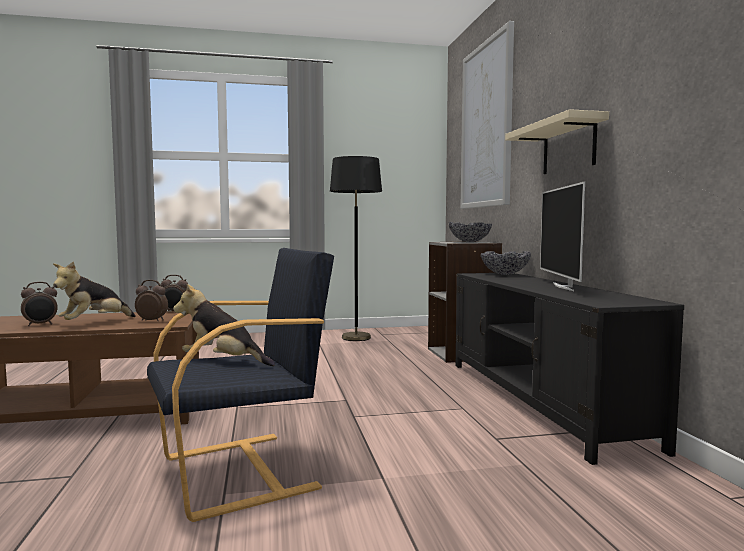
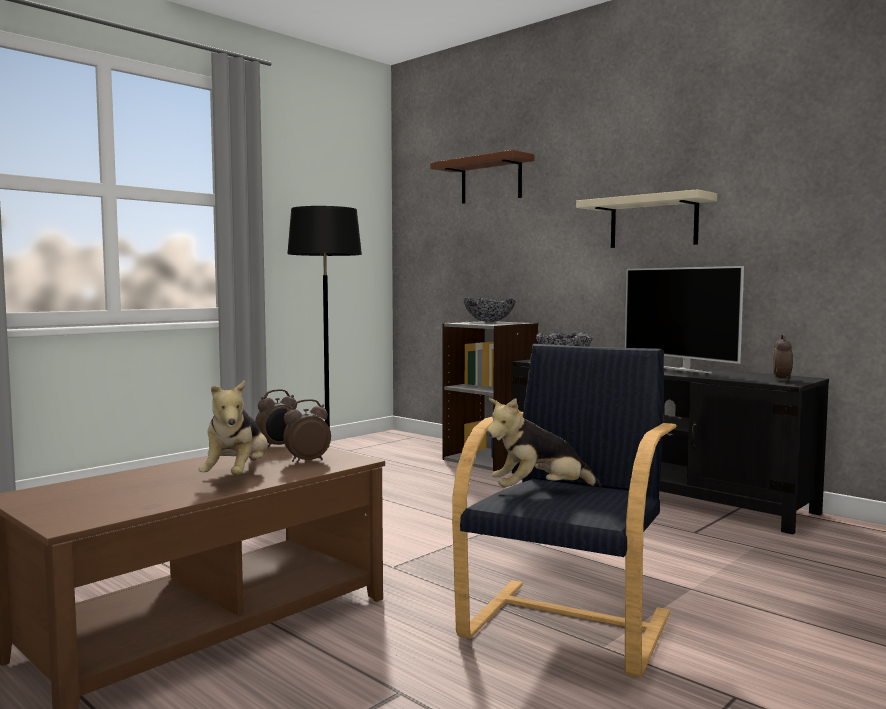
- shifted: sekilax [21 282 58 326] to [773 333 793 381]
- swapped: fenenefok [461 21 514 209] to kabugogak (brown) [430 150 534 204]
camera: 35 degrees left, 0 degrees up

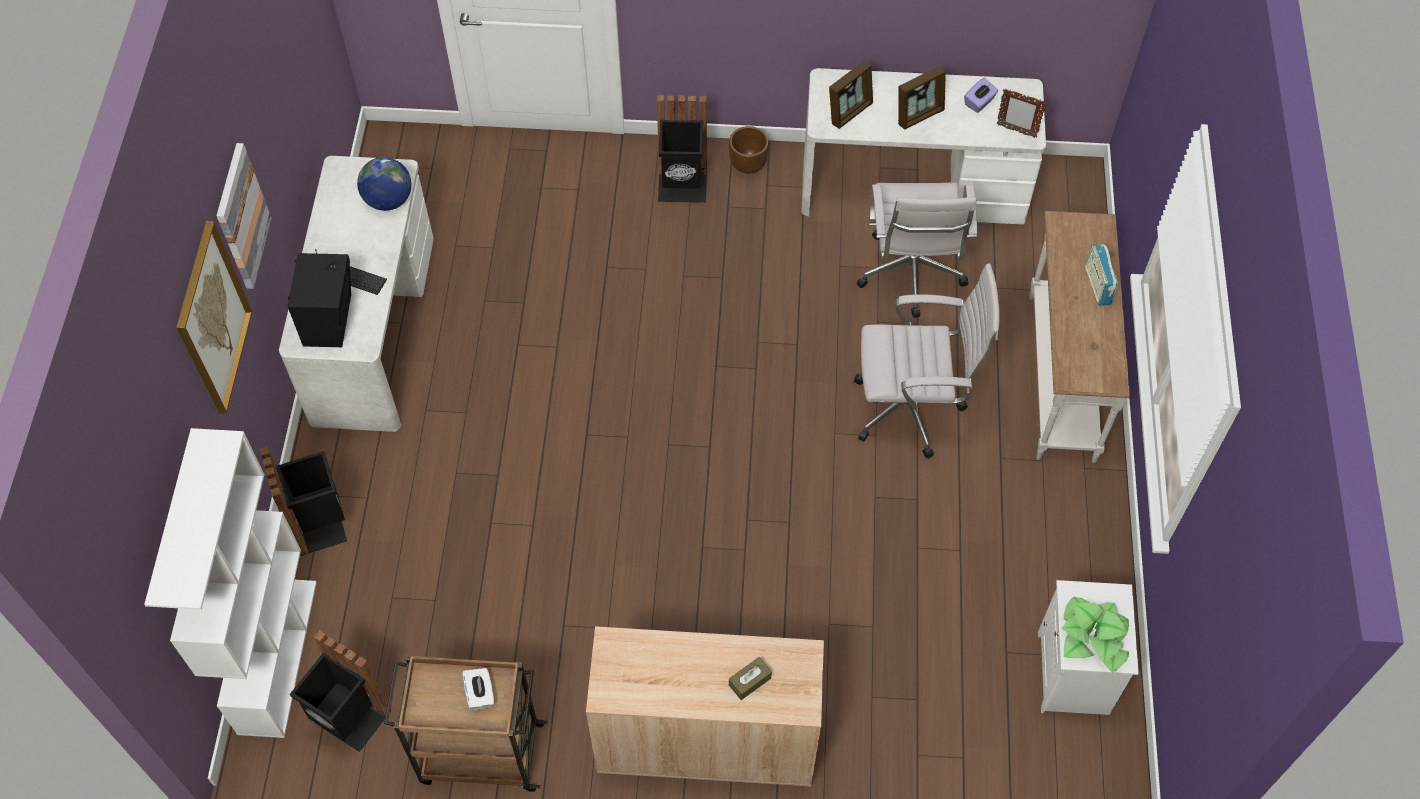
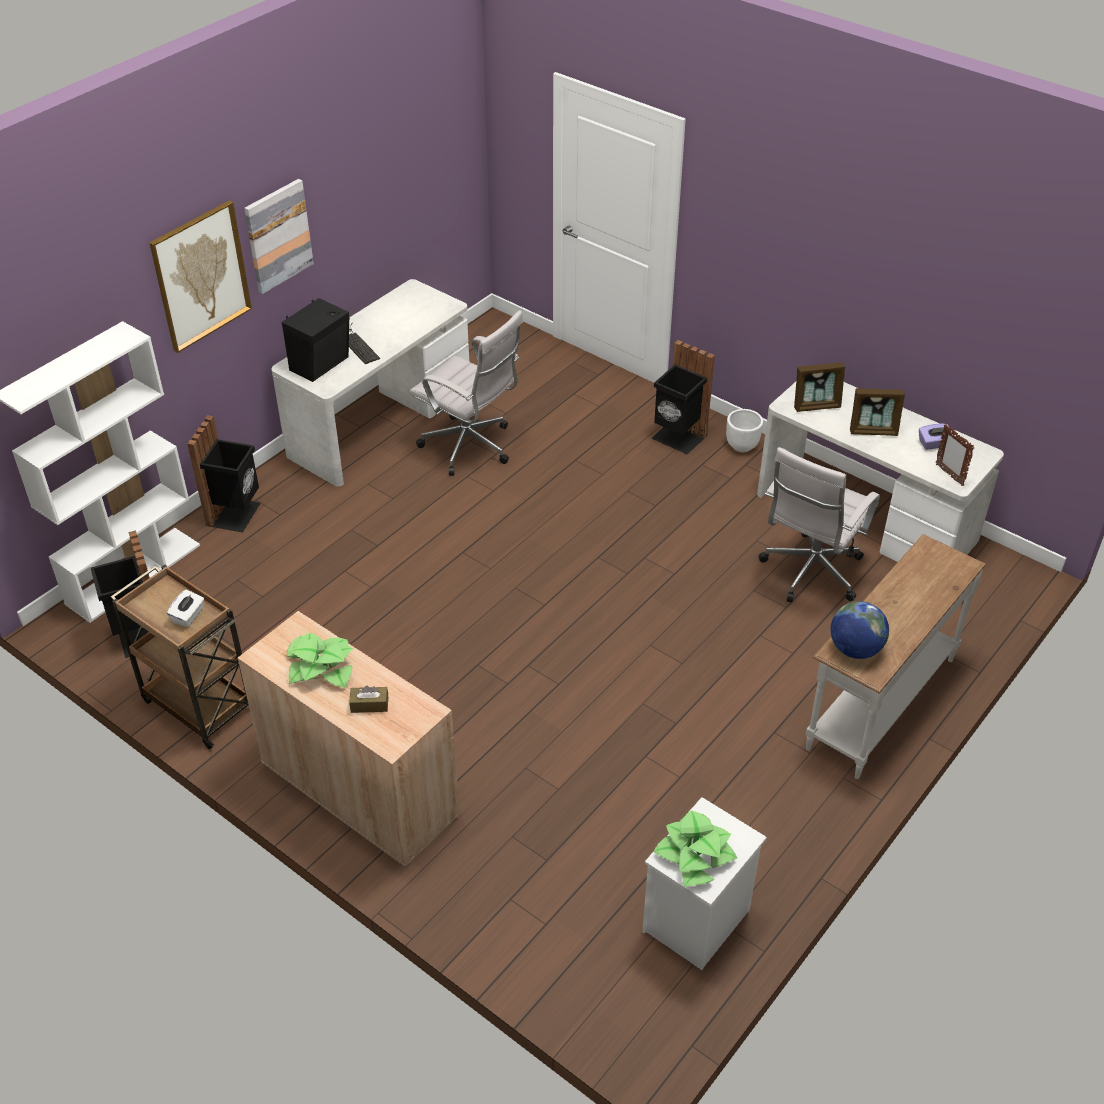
- gone: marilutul [1085 244 1118 306]
- new: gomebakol [287 633 353 688]
- shifted: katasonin [357 157 411 211] to [830 601 889 659]
- shifted: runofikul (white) [854 264 1000 459] to [410 310 523 476]
- repainted: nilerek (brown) [729 126 769 174] to nilerek (white) [726 409 763 452]
camera: 35 degrees right, 15 degrees down

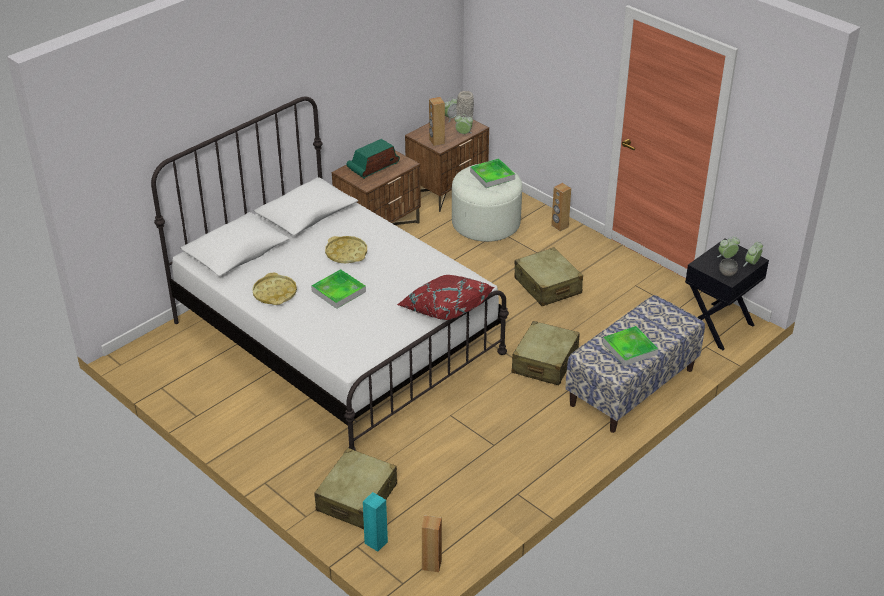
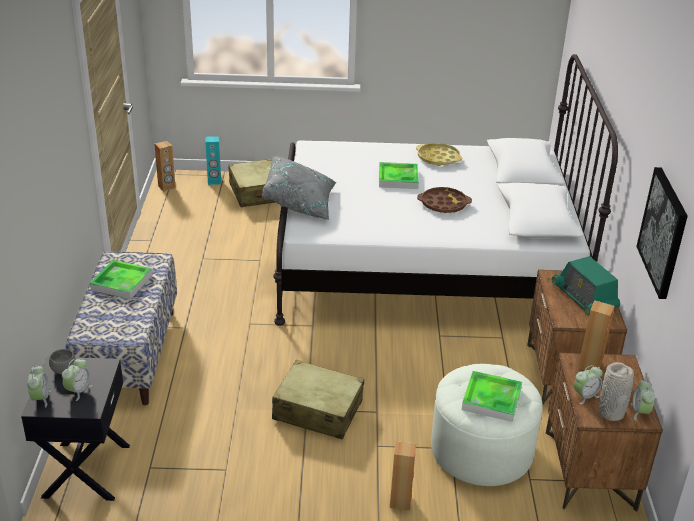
- gone: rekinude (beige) [512 321 580 385]
- new: fenenefok [636 167 688 299]
- repainted: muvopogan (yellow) [325 236 367 263] to muvopogan (brown) [417 187 472 213]
- repainted: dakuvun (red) [397 275 495 320] to dakuvun (grey) [262 156 336 220]
- rotated: marilutul [347 139 400 179] = [552 256 620 315] 150 degrees clockwise
camera: 135 degrees right, 5 degrees down

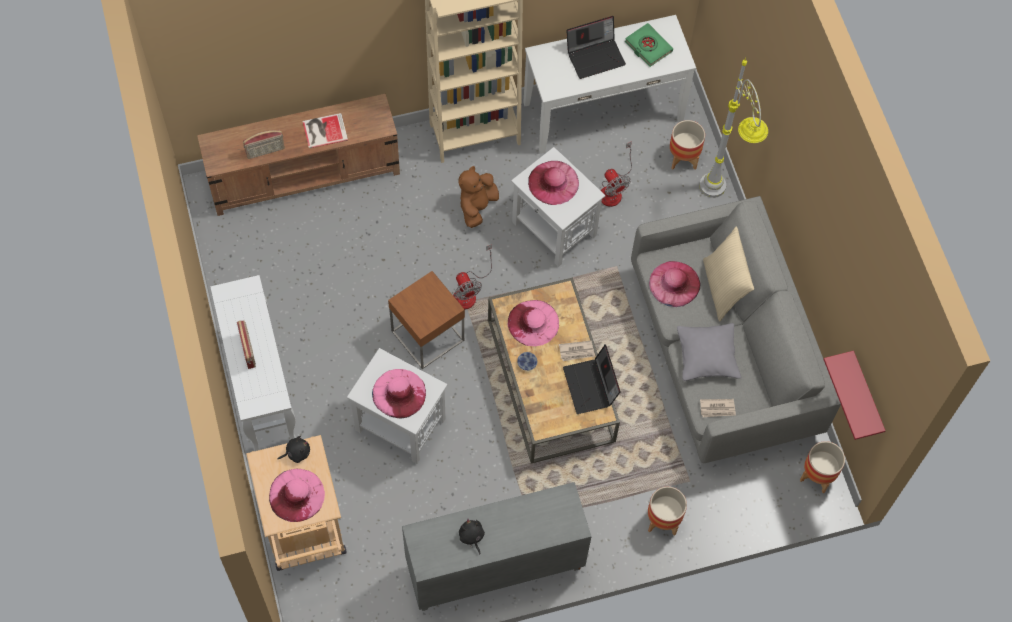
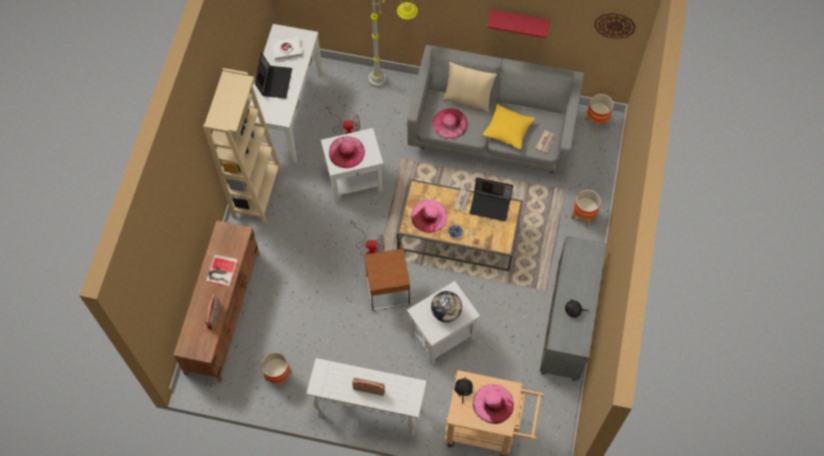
- gone: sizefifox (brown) [458 166 499 228]
- new: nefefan [594 13 636 39]
- shifted: nilerek [670 120 705 169] to [261 352 291 389]
- shifted: kabugogak (red) [823 351 886 440] to [487 9 550 38]
- swapped: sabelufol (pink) [372 369 426 419] to katasonin [431 291 462 322]
- repainted: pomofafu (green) [625 23 673 67] to pomofafu (white) [271 36 302 61]
- repainted: dakuvun (grey) [677 323 741 381] to dakuvun (yellow) [483 104 535 149]
camera: 60 degrees left, 0 degrees up

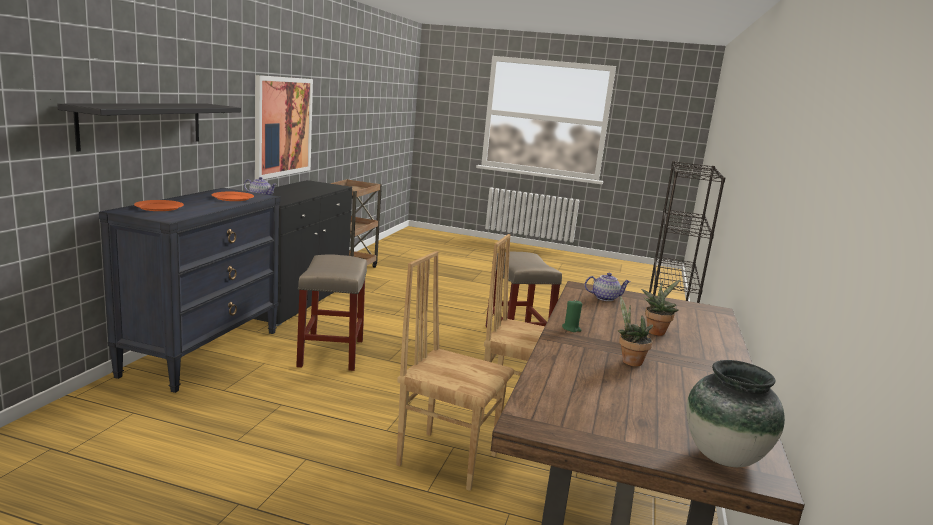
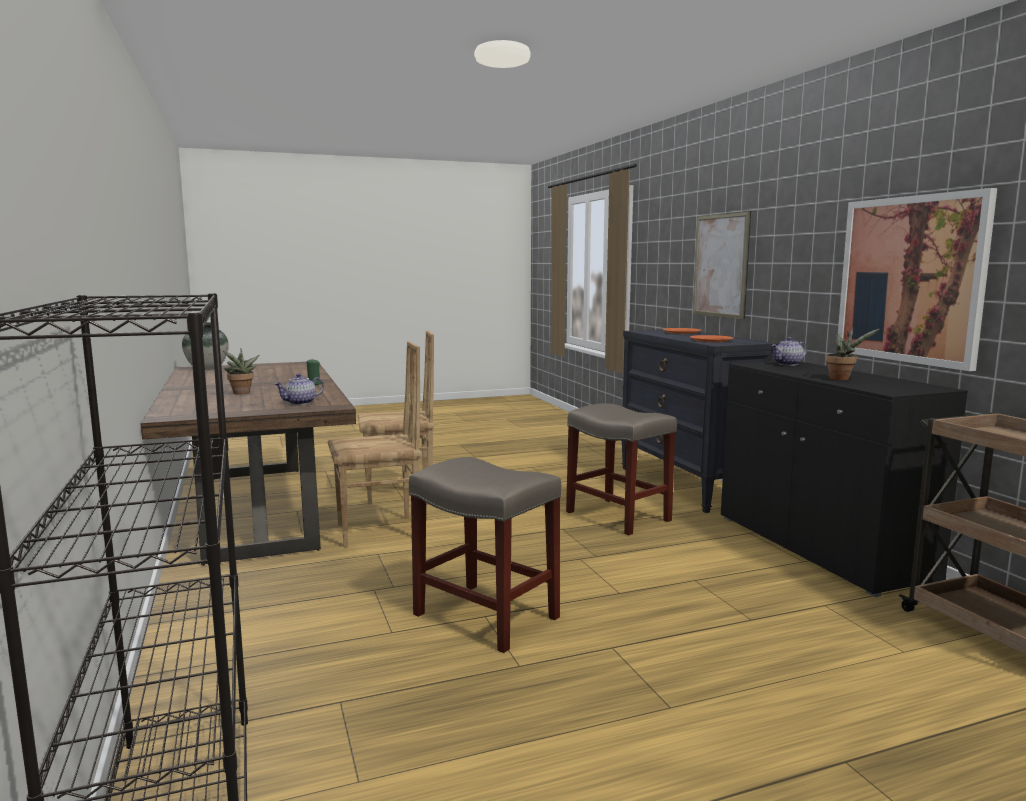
- shifted: gomebakol [617 295 653 367] to [826 327 879 380]
- swapped: kabugogak (black) [57 104 241 152] to fenenefok [693 211 751 319]
camera: 145 degrees right, 5 degrees down

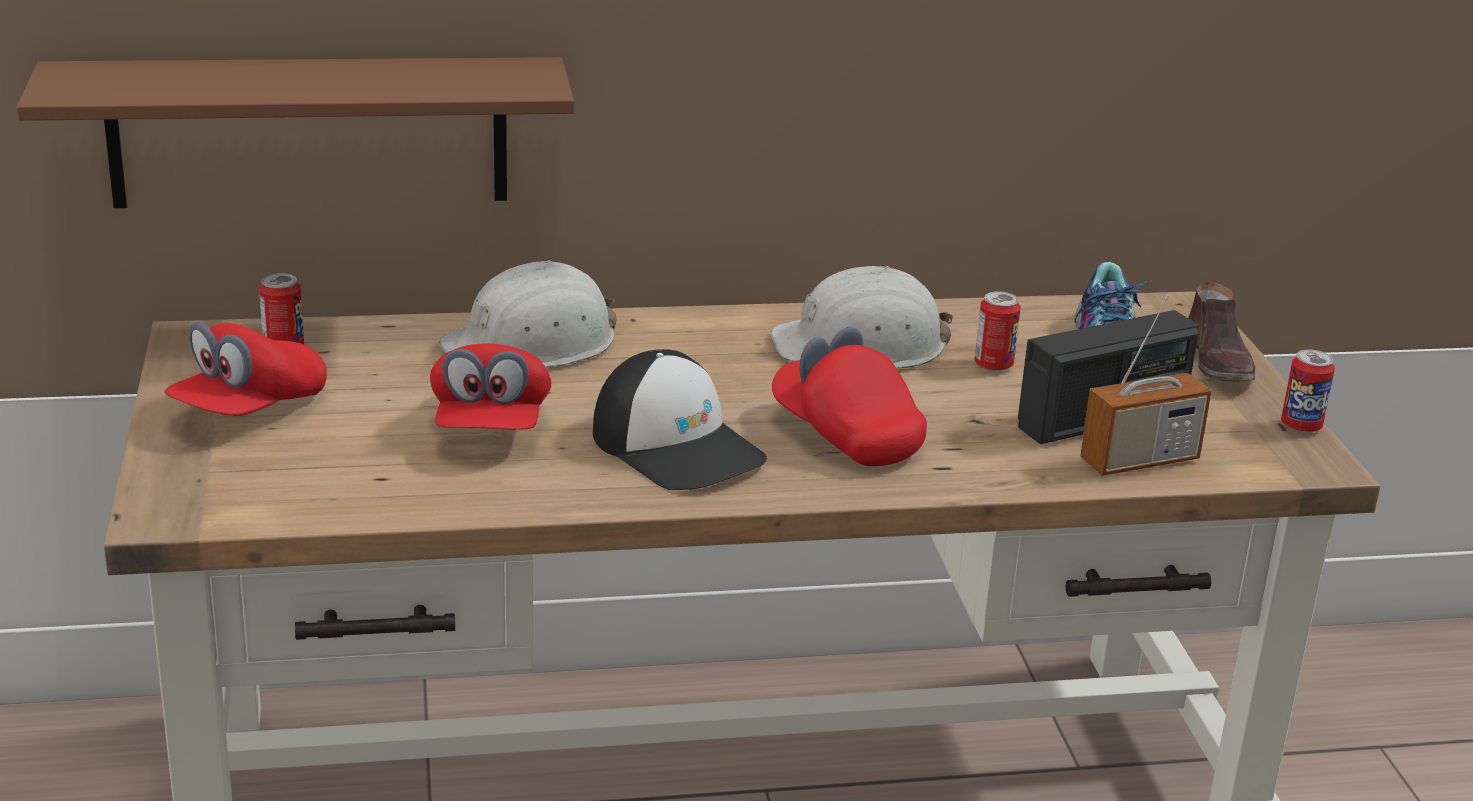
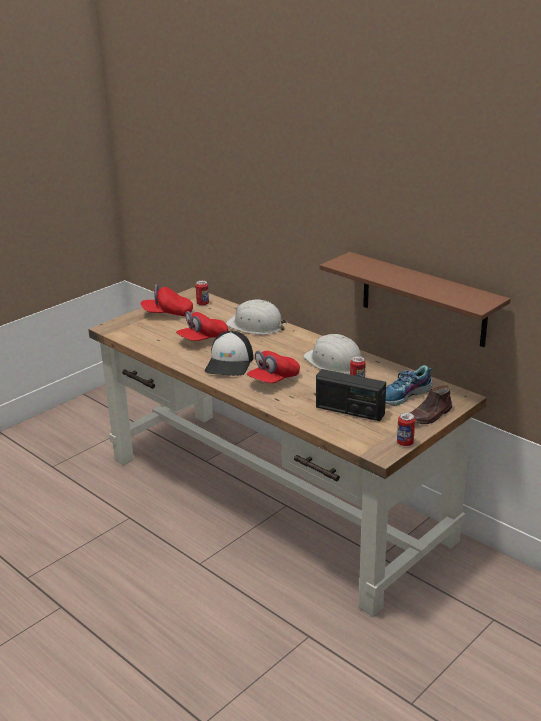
- gone: marilutul [1080 295 1212 476]
- shifted: kabugogak (brown) [17 57 574 208] to [320 252 510 347]
- rotated: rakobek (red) [772 327 927 466] = [247 351 300 383] 150 degrees counterclockwise
camera: 55 degrees right, 0 degrees up

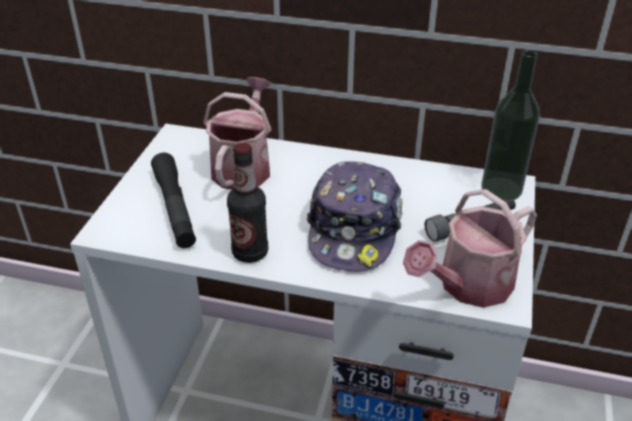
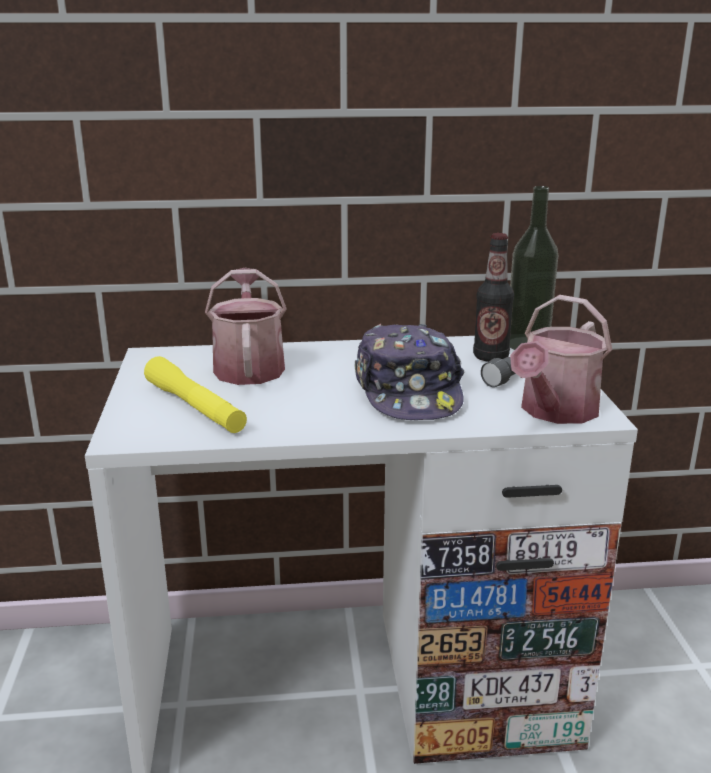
- shifted: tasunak [227 143 268 263] to [473 233 514 362]
- repainted: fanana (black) [151 153 196 248] to fanana (yellow) [144 356 247 433]
camera: 20 degrees left, 15 degrees down

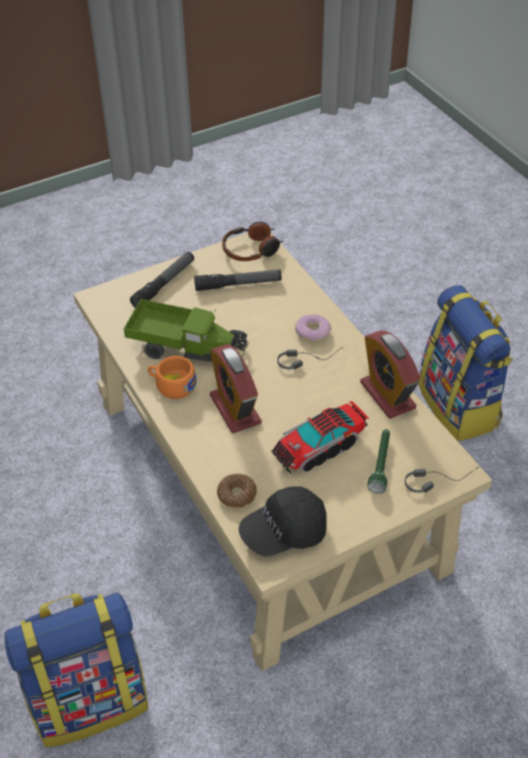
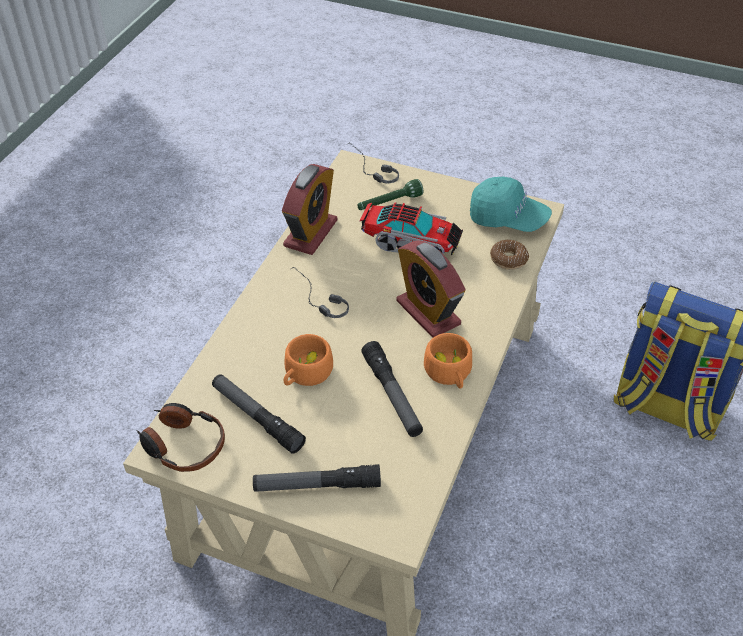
- gone: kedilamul [295 314 331 342]
- gone: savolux [418 285 513 441]
- new: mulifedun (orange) [284 334 333 386]
- swapped: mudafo [124 299 249 362] to fanana [361 341 423 437]
- repainted: rakobek (black) [239 486 327 556] to rakobek (turquoise) [470 177 552 232]
- rotated: sekilax [210 344 261 433] = [396 240 465 338] 120 degrees clockwise
camera: 130 degrees left, 0 degrees up

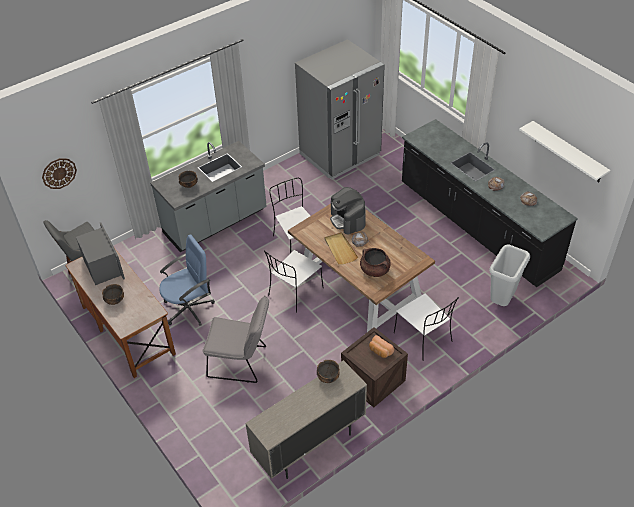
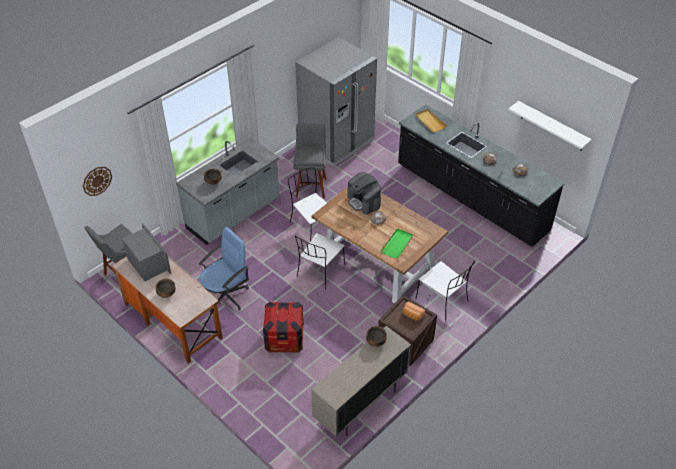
- gone: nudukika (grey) [489 244 530 306]
- new: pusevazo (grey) [293 124 326 198]
- shifted: muvopogan (beige) [324 232 358 265] to [415 109 447 132]
- swapped: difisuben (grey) [202 295 269 383] to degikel [263 302 304 353]
- swapped: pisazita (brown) [360 248 391 277] to muvopogan (green) [380 228 413 259]
camera: 10 degrees left, 0 degrees up

